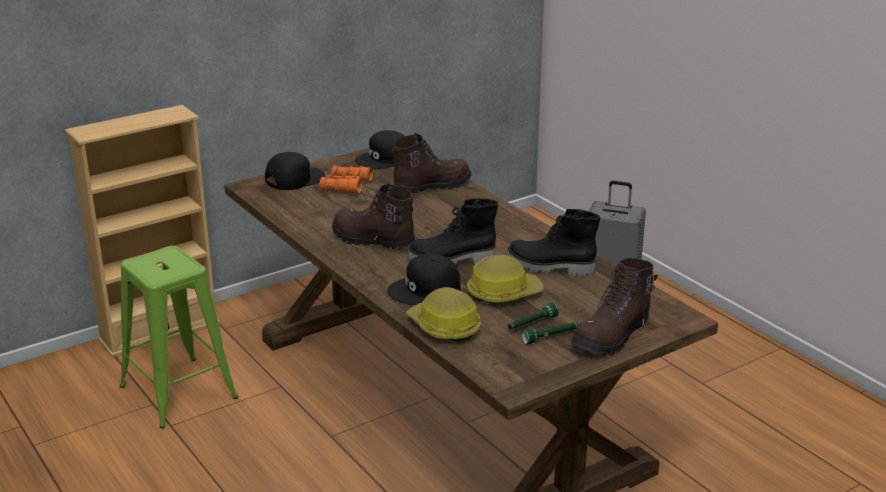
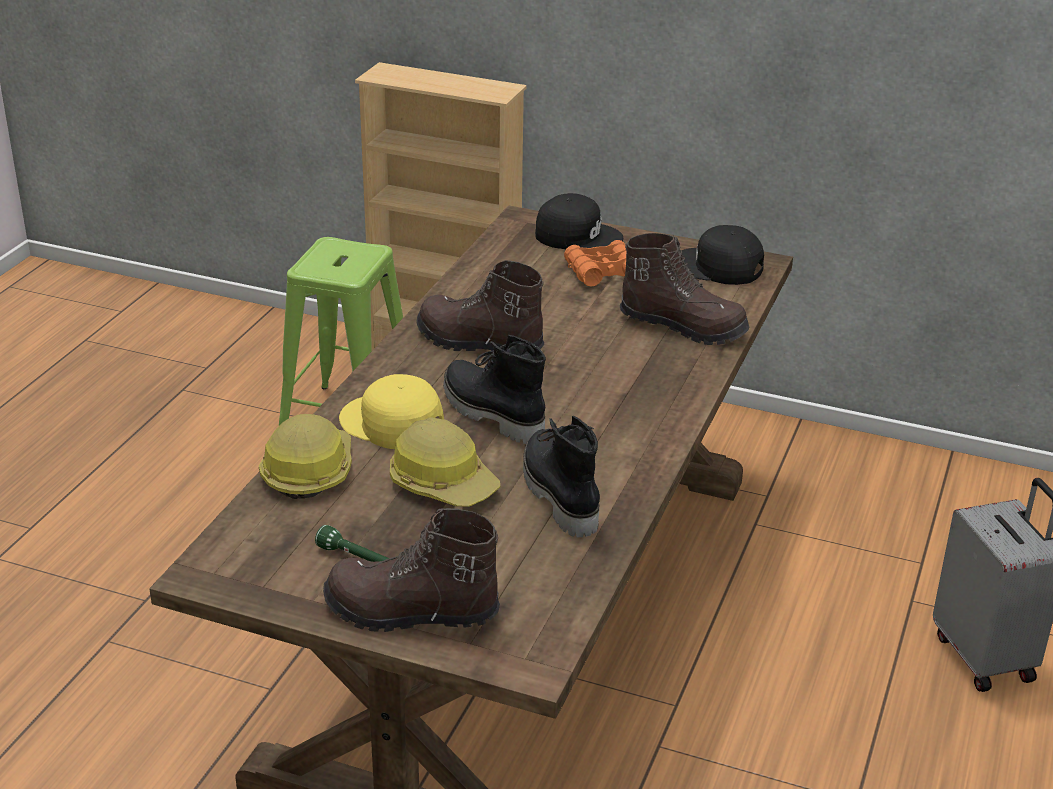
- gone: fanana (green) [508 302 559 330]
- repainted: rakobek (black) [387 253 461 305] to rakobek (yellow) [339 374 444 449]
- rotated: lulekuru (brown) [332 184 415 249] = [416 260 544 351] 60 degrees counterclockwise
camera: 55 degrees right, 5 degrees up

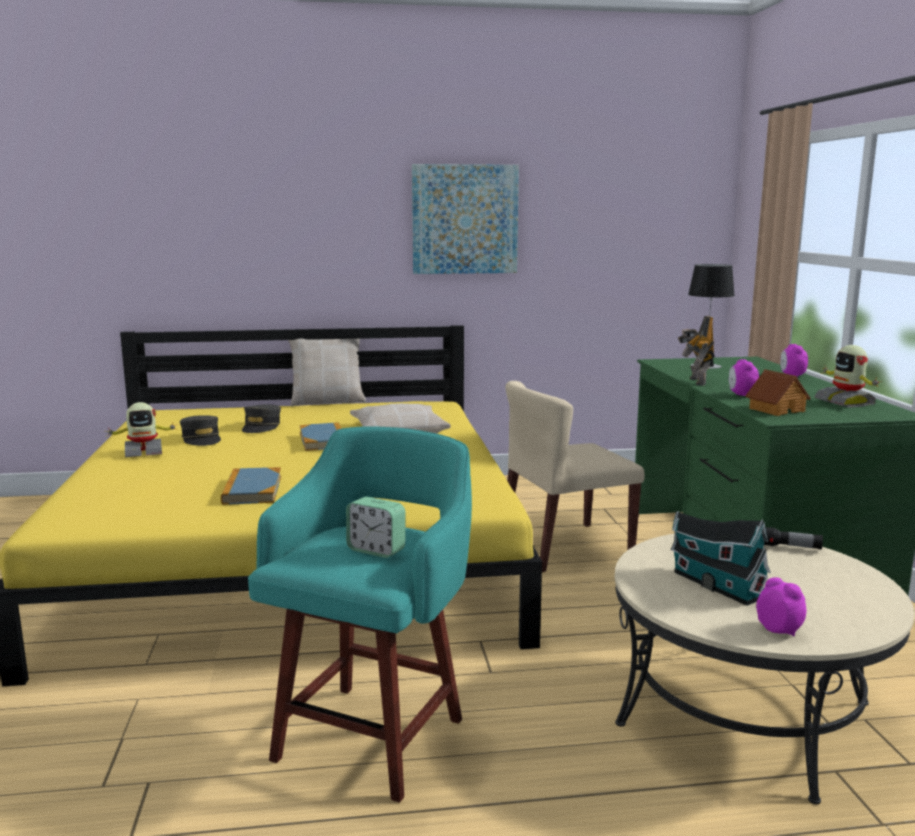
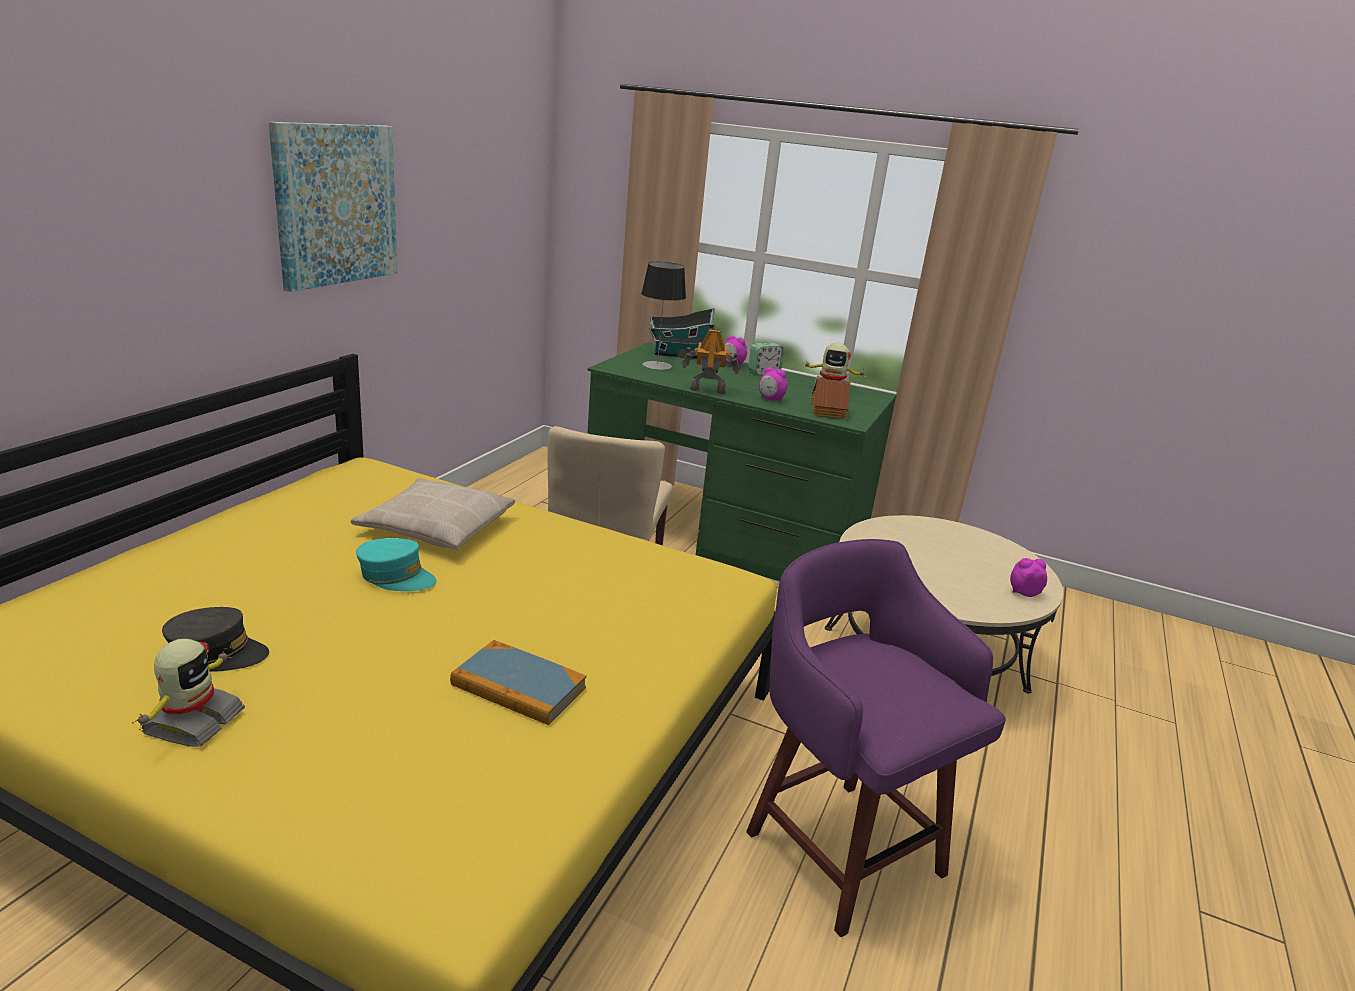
- gone: rakobek (grey) [242 404 281 433]
- gone: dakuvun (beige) [288 339 366 407]
- gone: fanana [764 527 823 549]
- shifted: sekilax [346 497 406 558] to [749 342 784 375]
- shifted: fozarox [671 511 771 606] to [649 308 716 359]
- swapped: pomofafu [299 422 342 451] to rakobek (turquoise) [356 538 436 591]
- repainted: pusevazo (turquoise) [248 426 472 803] to pusevazo (purple) [746 539 1006 937]
- rotated: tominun [678 316 715 386] = [682 328 739 394] 150 degrees clockwise
camera: 60 degrees left, 10 degrees up

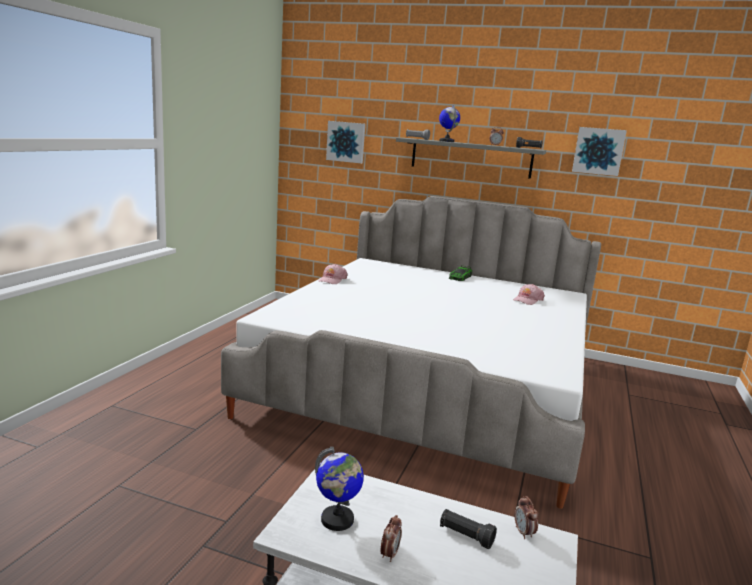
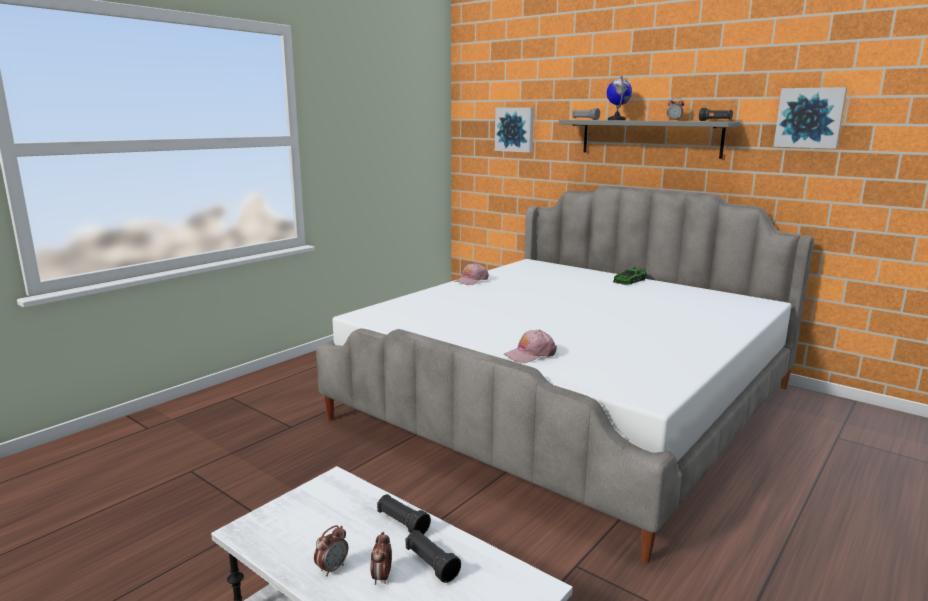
- gone: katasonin [315 447 364 531]
- new: fanana (black) [377 494 431 535]
- shifted: rakobek (pink) [513 284 545 305] to [504 330 557 363]
- shifted: sekilax [515 496 538 539] to [370 532 392 585]
camera: 20 degrees right, 0 degrees up

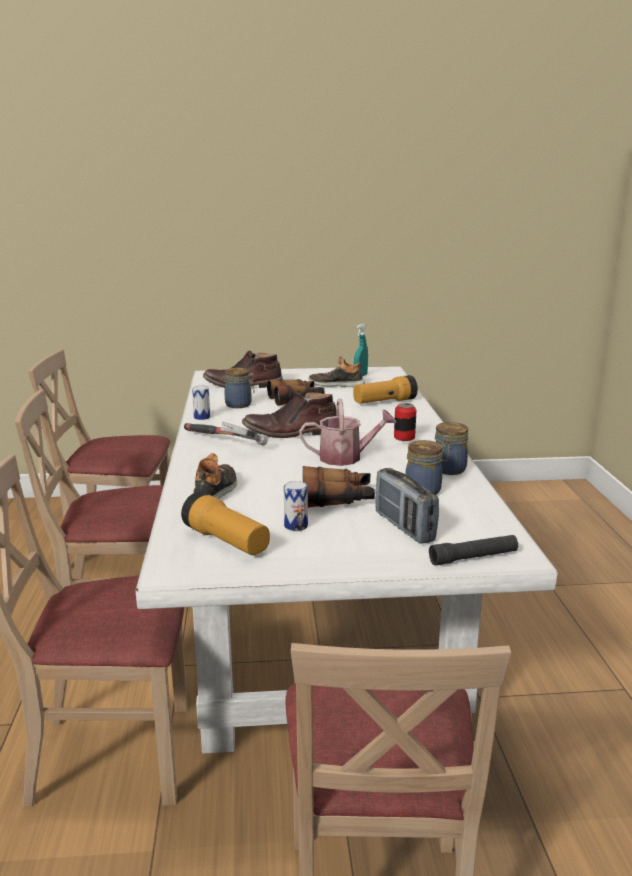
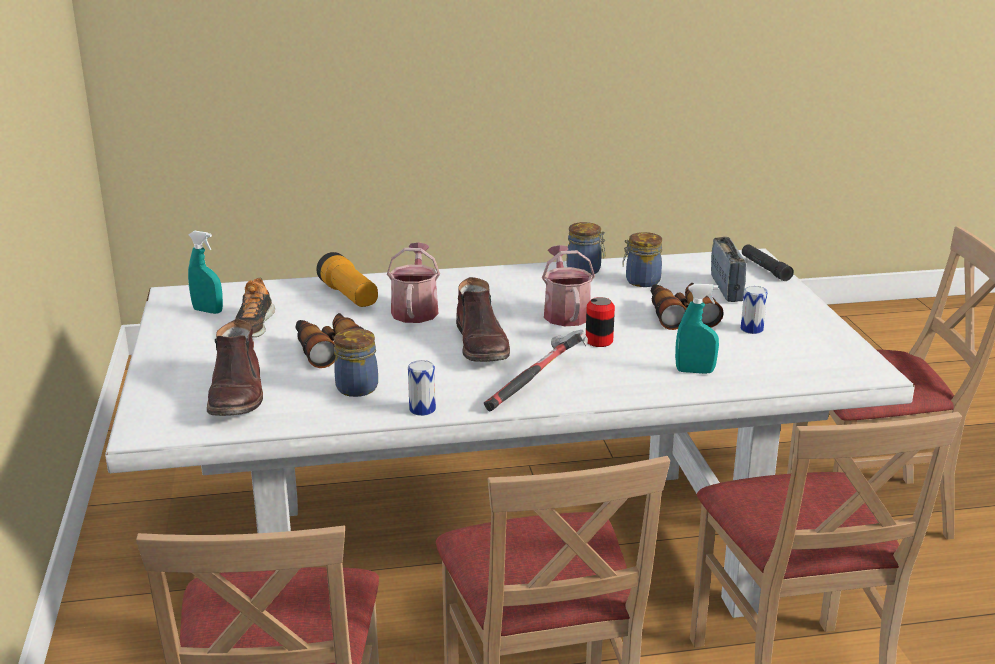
- gone: fanana [181 492 270 555]
- new: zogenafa [387 242 440 323]
- shifted: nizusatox [394 403 416 441] to [586 297 615 347]
- swapped: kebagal [194 453 237 499] to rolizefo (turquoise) [675 284 719 374]
- rotated: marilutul [375 468 439 544] = [711 237 747 302] 60 degrees counterclockwise
camera: 95 degrees left, 5 degrees up

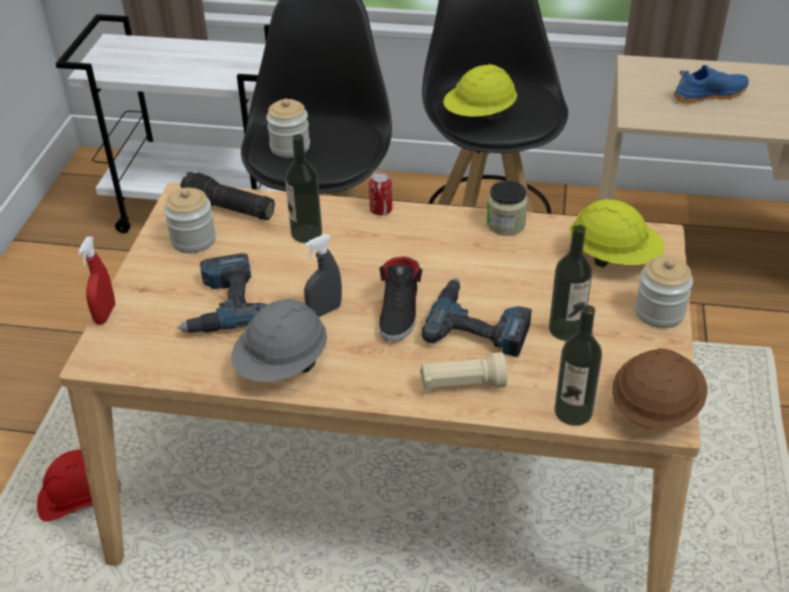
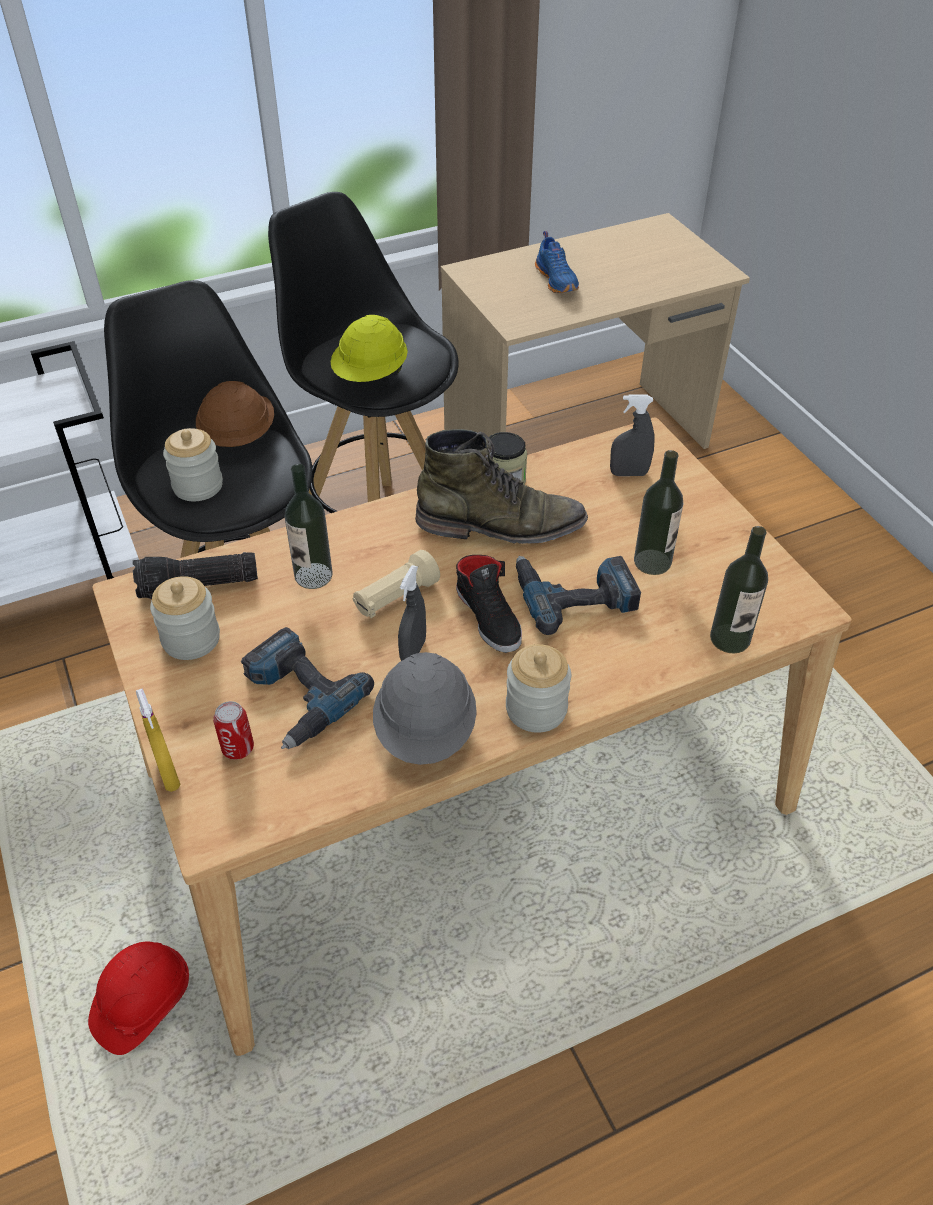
- new: lulekuru (green) [415 429 588 544]
- shifted: nizusatox [369 172 392 216] to [213 701 254 759]
- shifted: fanana (beige) [420 352 507 392] to [353 550 440 618]
- shifted: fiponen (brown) [612 348 707 429] to [196 381 274 447]
- shifted: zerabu [635 256 693 328] to [506 644 571 733]
- swapped: fiponen (yellow) [570 199 664 268] to rolizefo (grey) [610 394 654 476]
- repainted: rolizefo (red) [78 236 115 325] to rolizefo (yellow) [136 688 181 792]
- rotated: kebagal (blue) [674 65 749 104] = [535 231 579 293] 120 degrees clockwise
camera: 35 degrees left, 5 degrees up

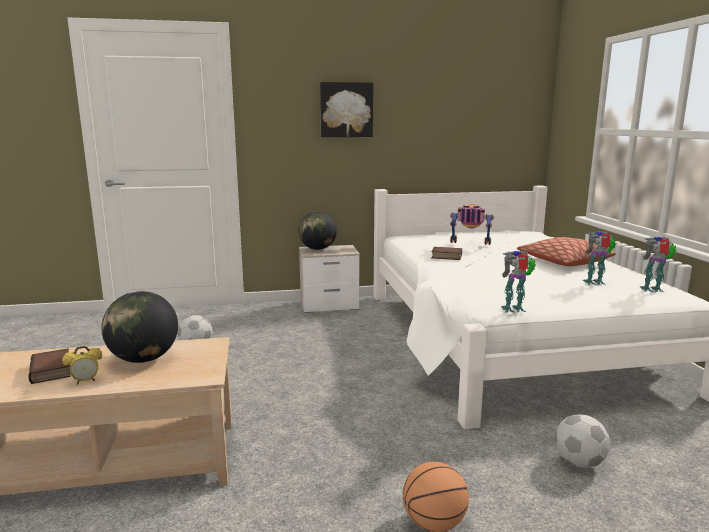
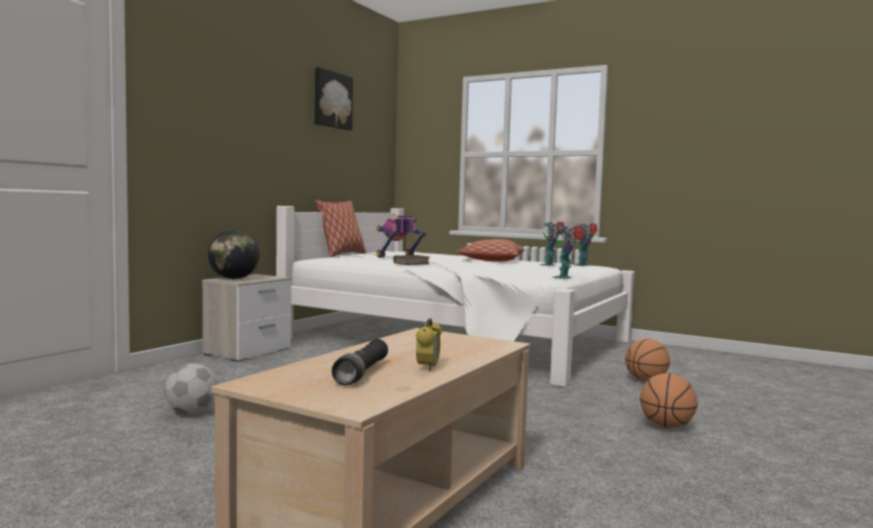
- gone: katasonin [101 291 178 363]
- new: dakuvun [315 200 366 257]
- shifted: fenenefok [320 82 373 137] to [315 67 353 131]
- swapped: pomofafu [28 348 70 384] to fanana (black) [332 339 388 386]
- swapped: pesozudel [555 415 610 468] to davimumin [625 339 670 381]
camera: 50 degrees left, 10 degrees down

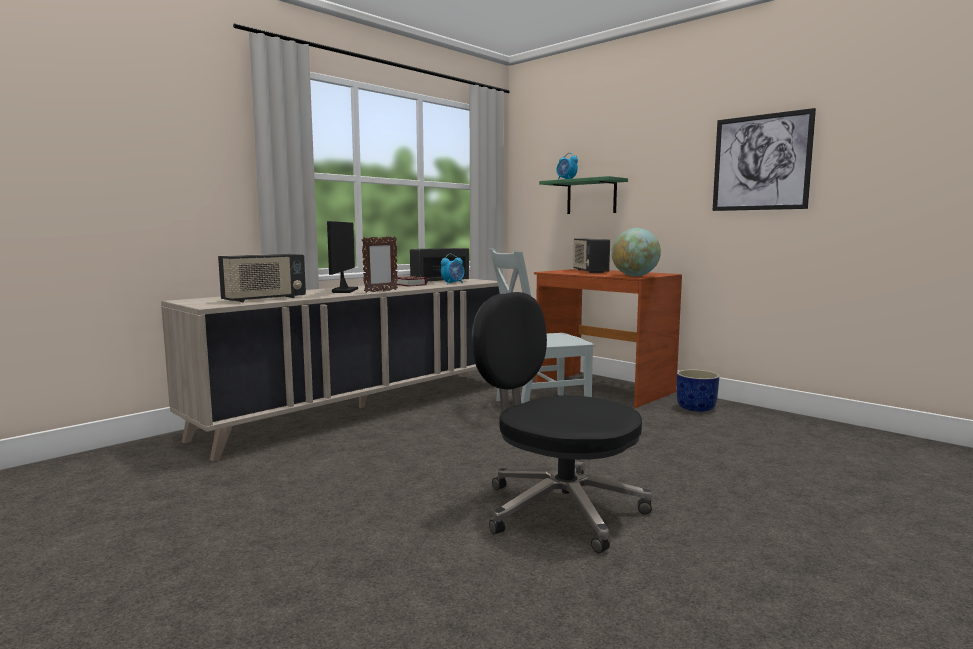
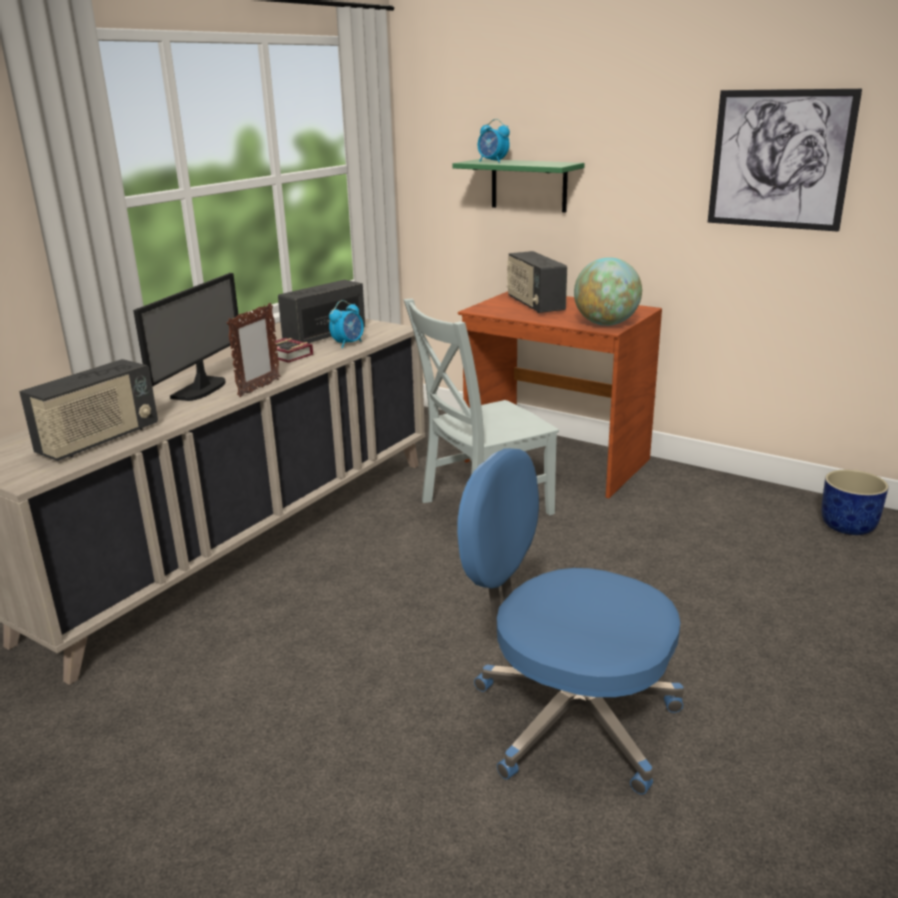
- shifted: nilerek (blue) [677 369 720 412] to [822 470 889 535]
- repainted: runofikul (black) [472 292 653 553] to runofikul (blue) [457 448 684 795]
- rotated: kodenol [327 221 358 293] = [133 273 239 401] 150 degrees counterclockwise
camera: 10 degrees left, 15 degrees up

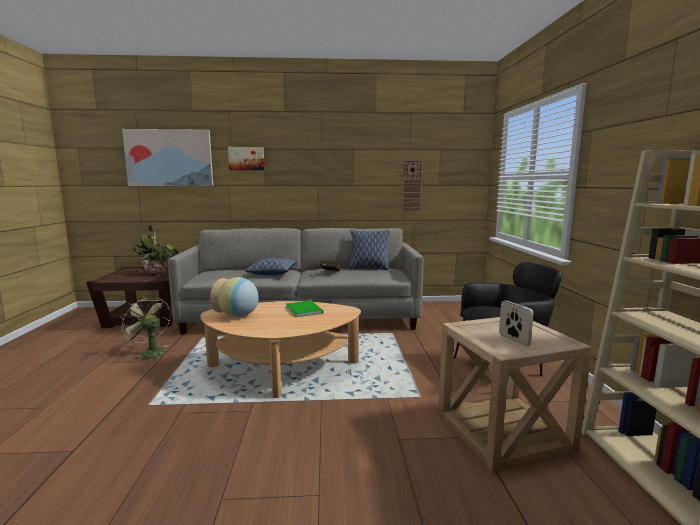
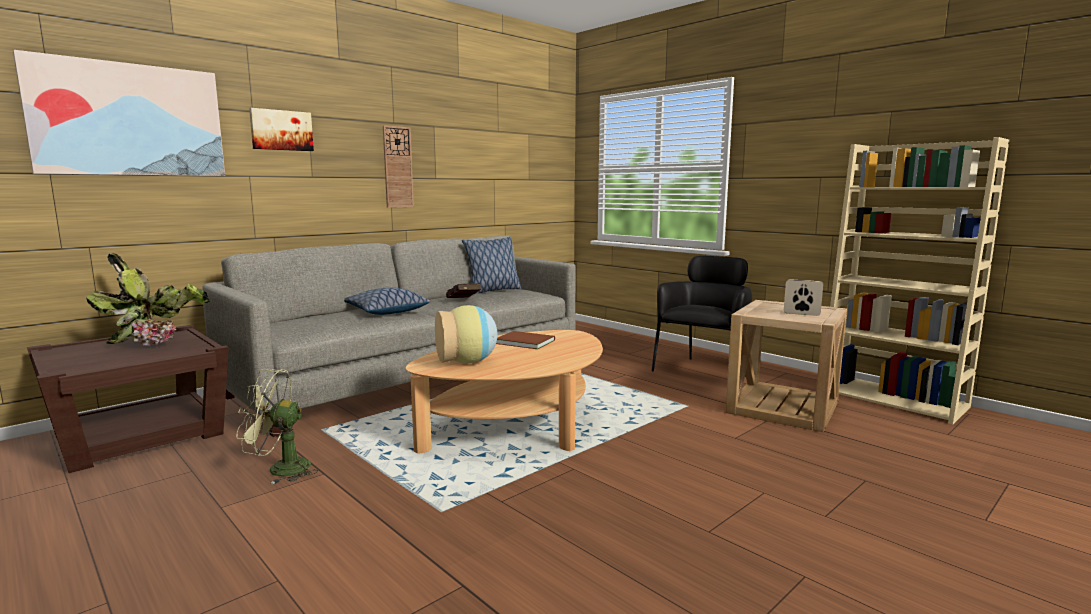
- shifted: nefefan [402 160 423 212] to [383 125 414 208]
- repainted: pomofafu (green) [286 300 323 317] to pomofafu (brown) [496 331 555 349]
camera: 40 degrees left, 0 degrees up

